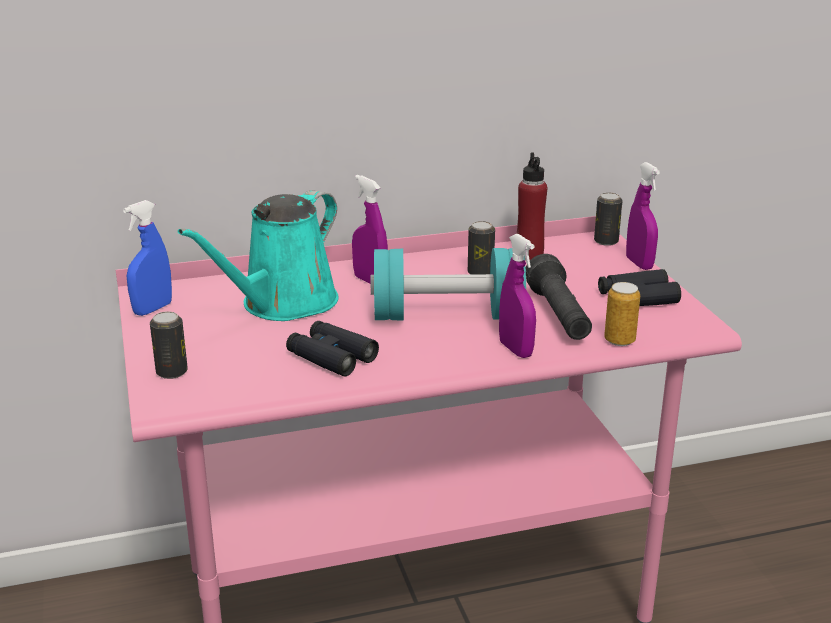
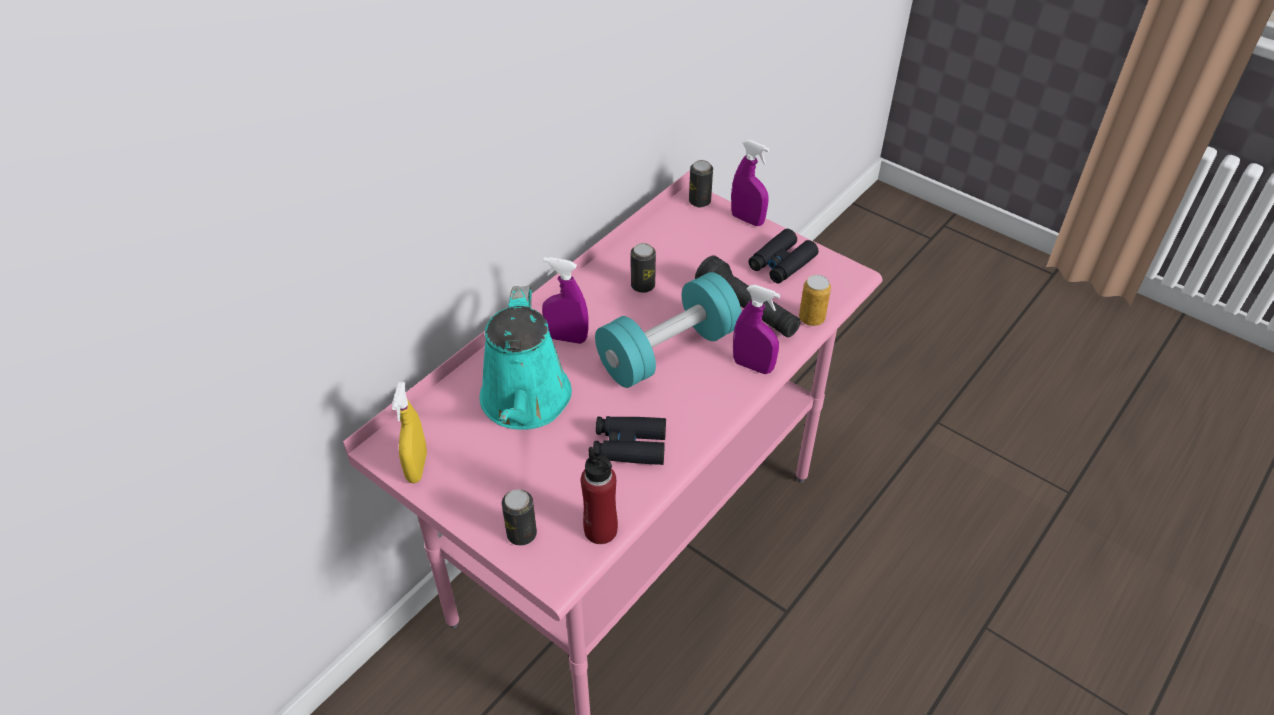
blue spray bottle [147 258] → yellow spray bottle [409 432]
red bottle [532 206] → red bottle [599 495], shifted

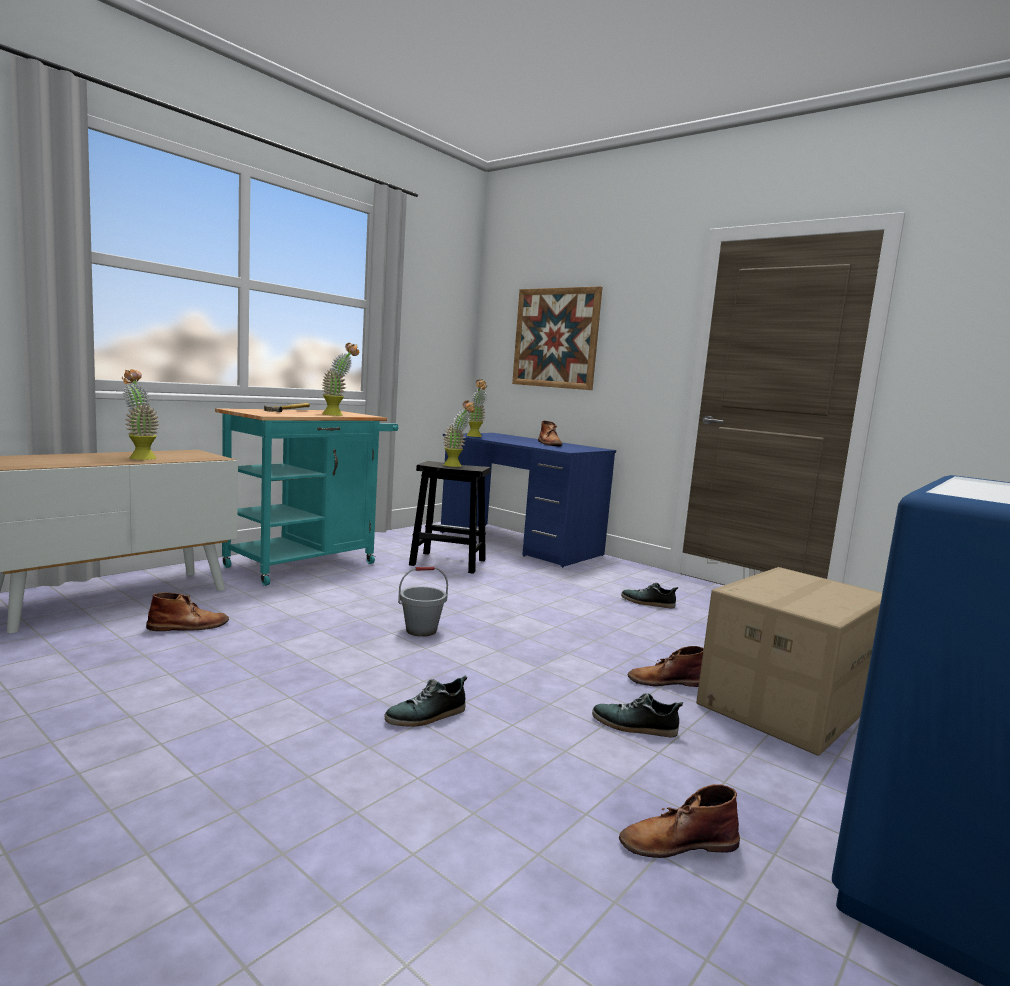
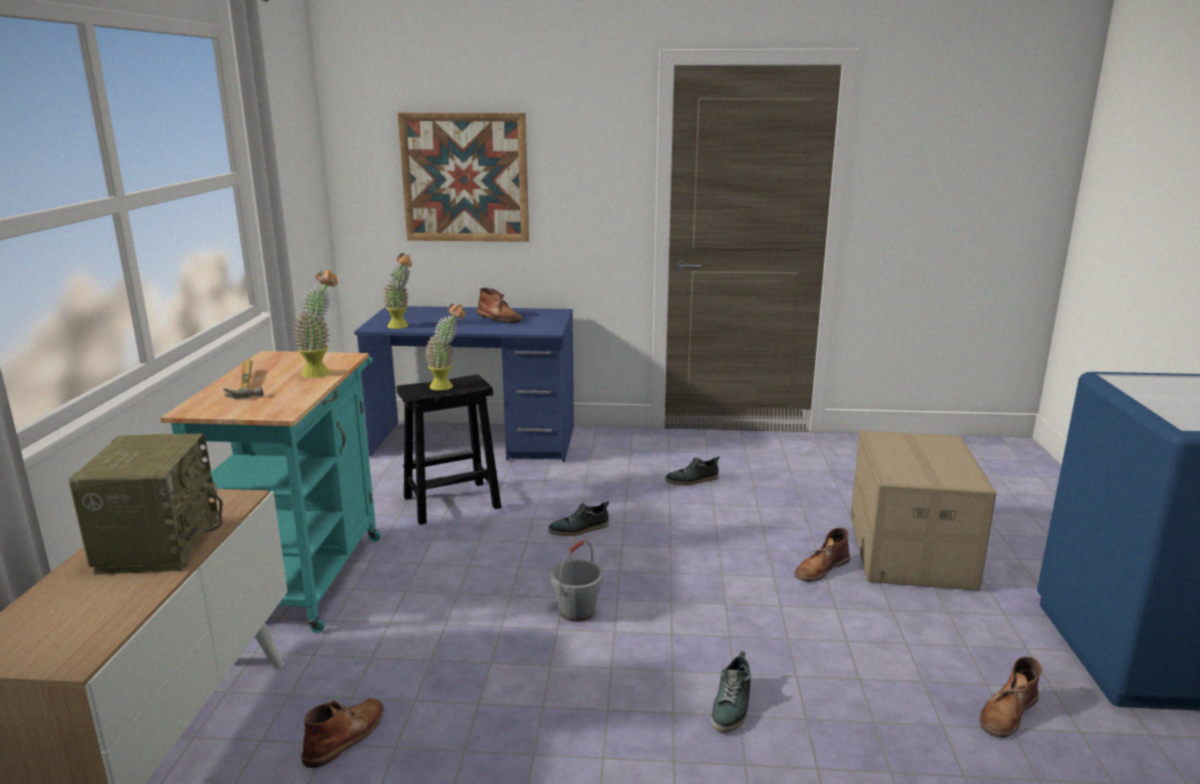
potted plant [140 414] → radio [145 504]
shoe [637 715] → shoe [578 518], shifted

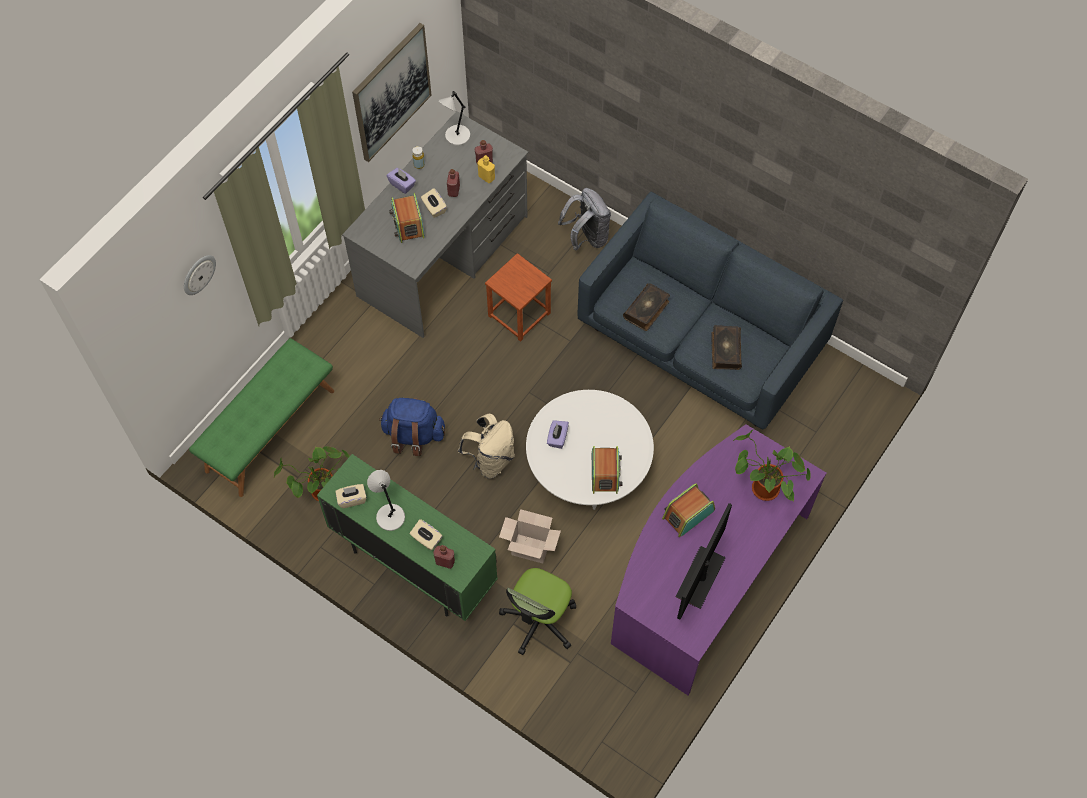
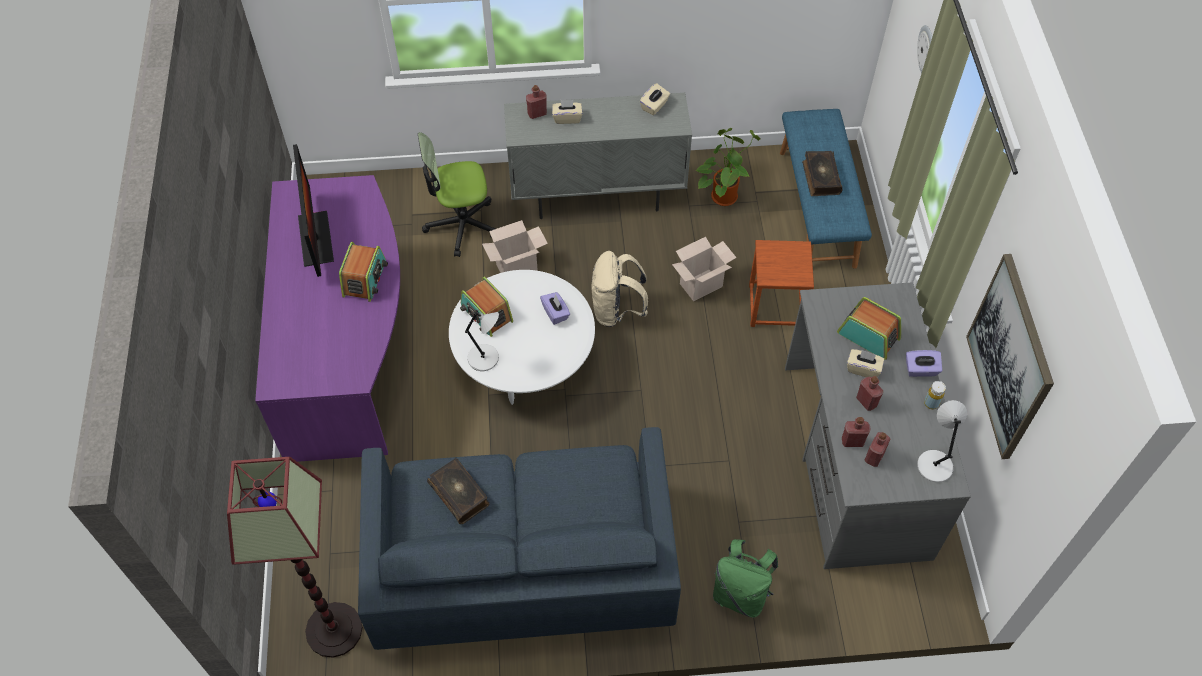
- → floor lamp [295 557]
office chair [537 611] → office chair [456 194], 90 degrees counterclockwise
grey table lamp [386 500] → grey table lamp [482 340], shifted
green cabinet [407 537] → grey cabinet [598 156]
blue backpack [412 426] → cardboard box [704 269]
grey backpack [584 219] → green backpack [745 578]
brown stool [518 297] → brown stool [781 283], shifted
green bench [261 417] → blue bench [826 189]
book [646 307] → book [822 173], shifted
yellow bottle [486 169] → red bottle [856 432]
potted plant [772 465] → -

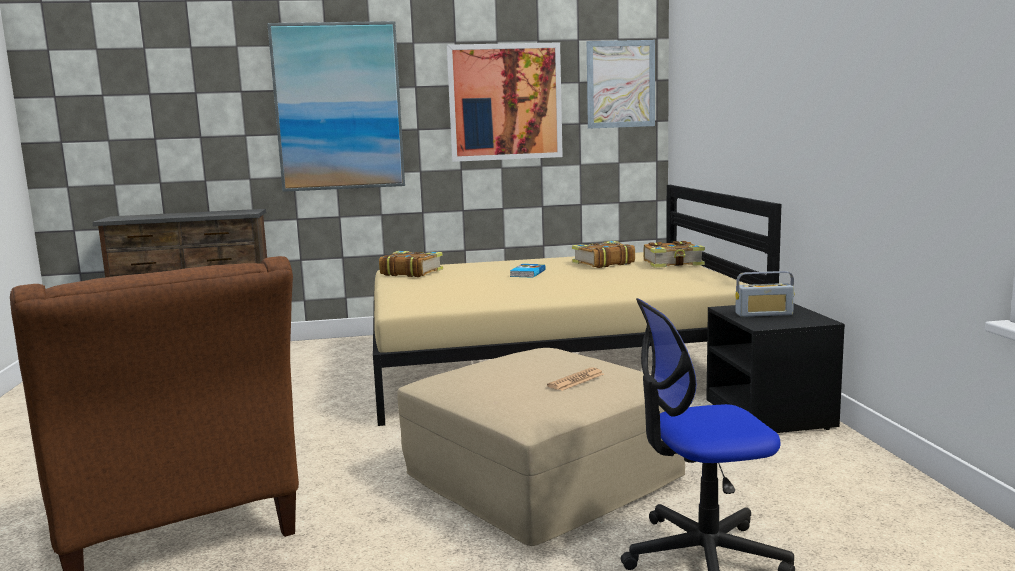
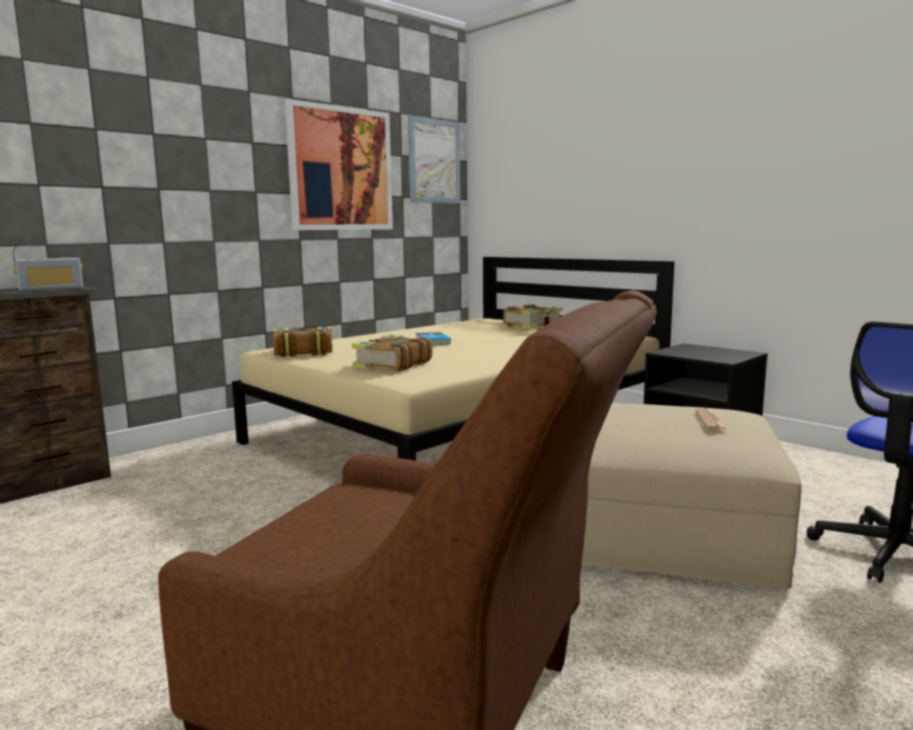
radio [764 294] → radio [48 267], shifted
book [603 254] → book [392 353], shifted
picture [336 106] → -

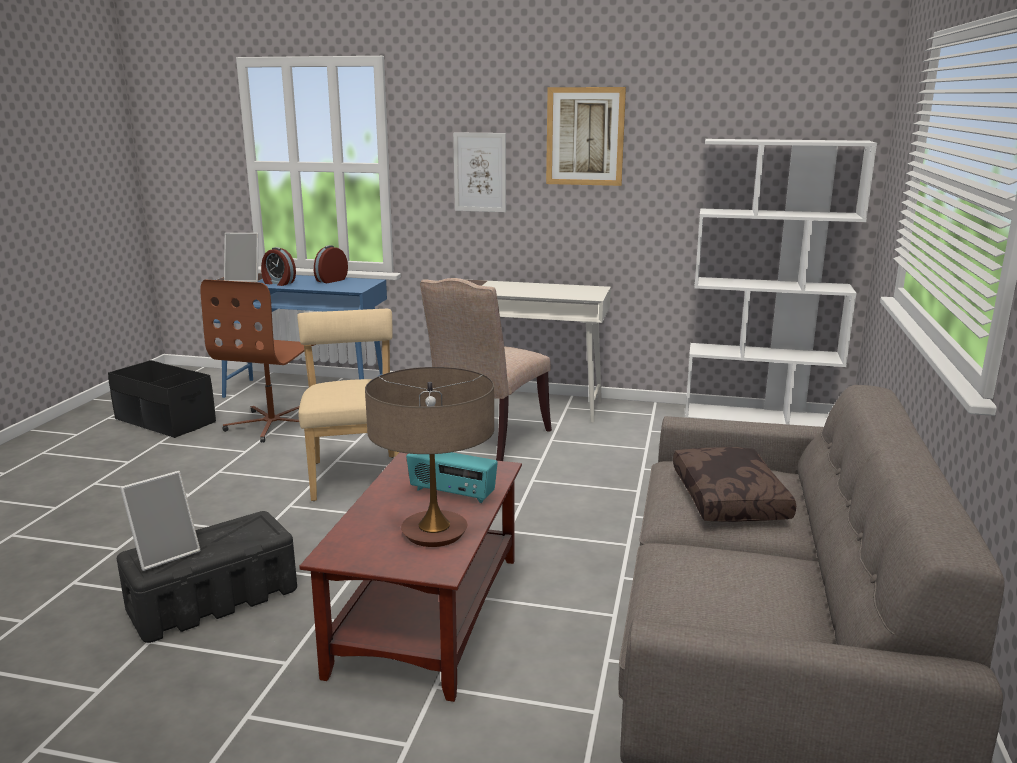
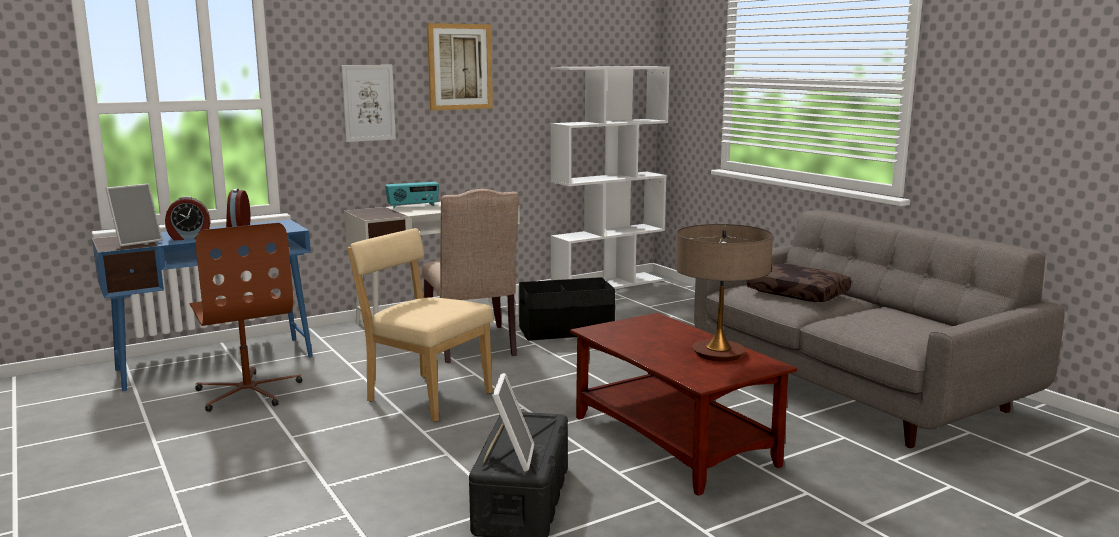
radio [452 477] → radio [412 195], shifted
black storage box [162 399] → black storage box [567 309], shifted

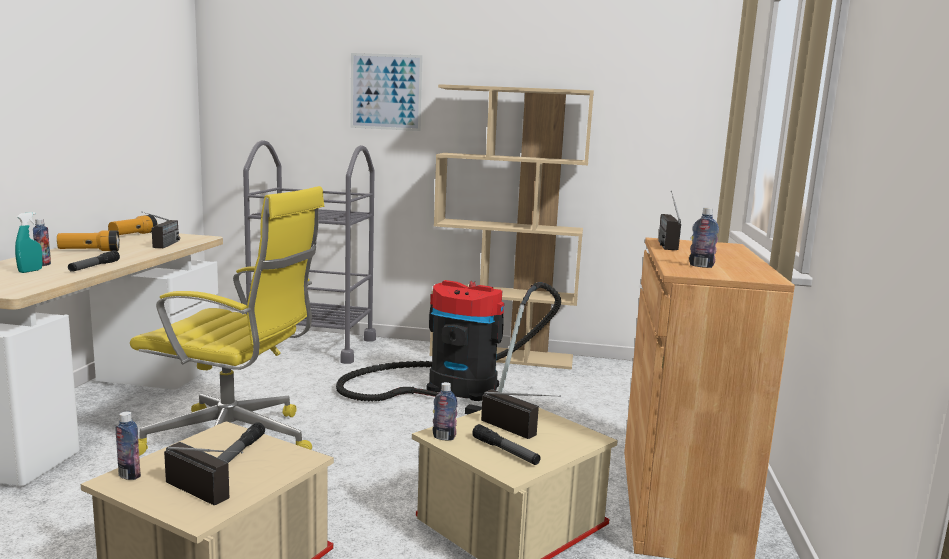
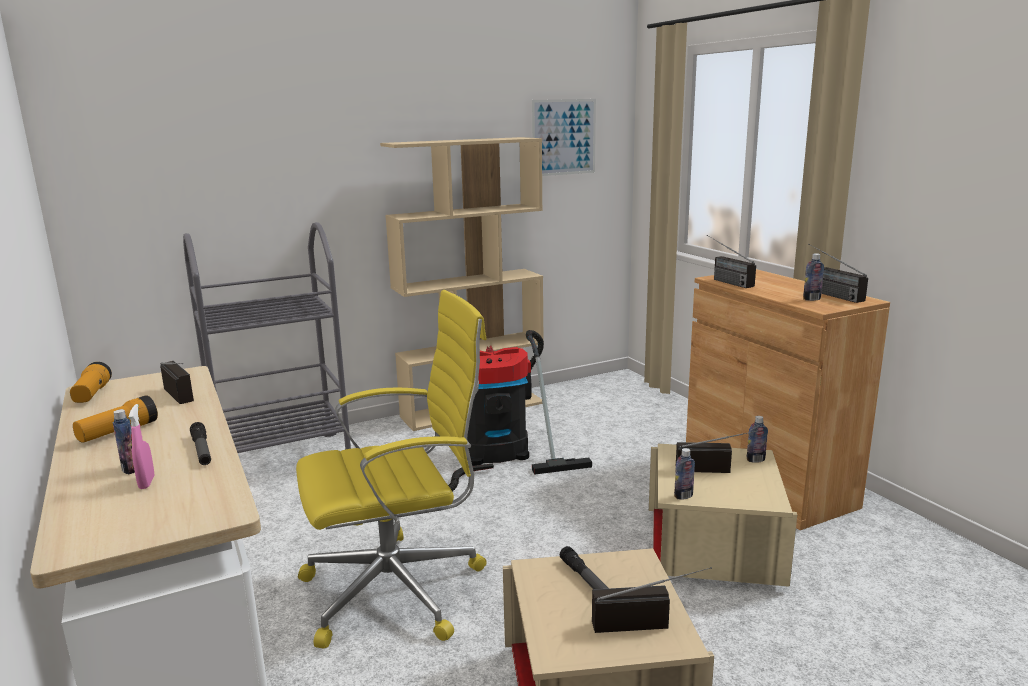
turquoise spray bottle [28 242] → pink spray bottle [141 446]
picture [387 92] → picture [564 137], shifted
bottle [128 445] → bottle [757 439], shifted
- → radio [838 273]
flashlight [506 444] → -

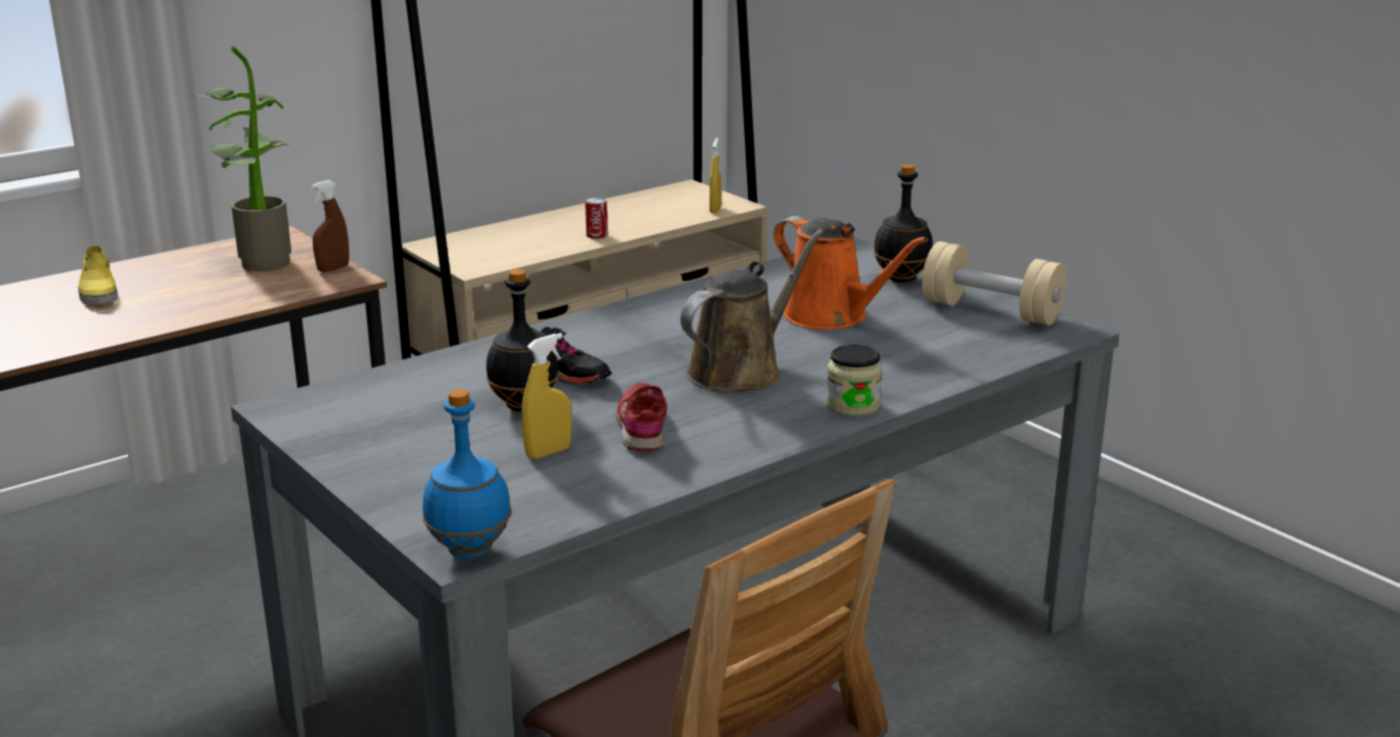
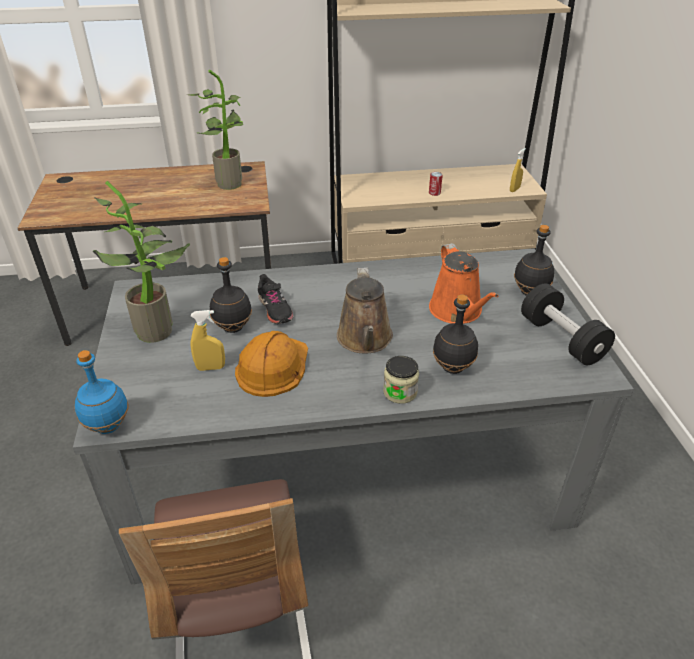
- → potted plant [141 262]
red shoe [641 417] → orange hard hat [271 364]
brown watering can [752 311] → brown watering can [365 310], 105 degrees clockwise
- → black bottle [455 334]
beige dumbbell [994 283] → black dumbbell [568 324]
yellow shoe [98 275] → -
brown spray bottle [330 226] → -

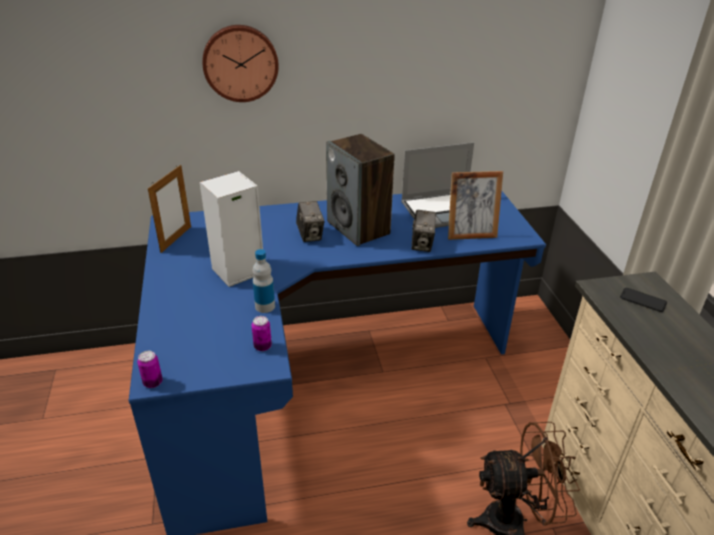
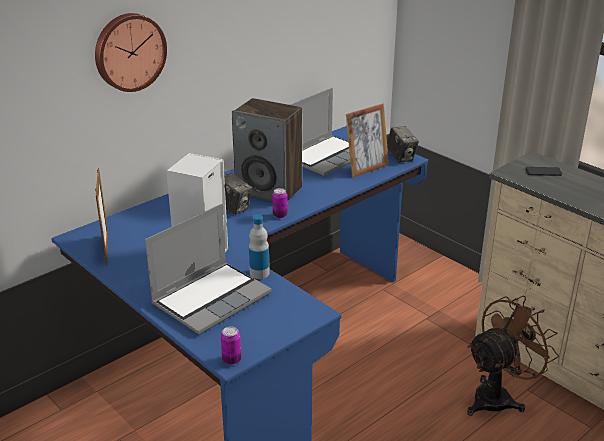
- → laptop [208 269]
can [261 333] → can [279 203], shifted
photo camera [423 231] → photo camera [403 144], shifted

